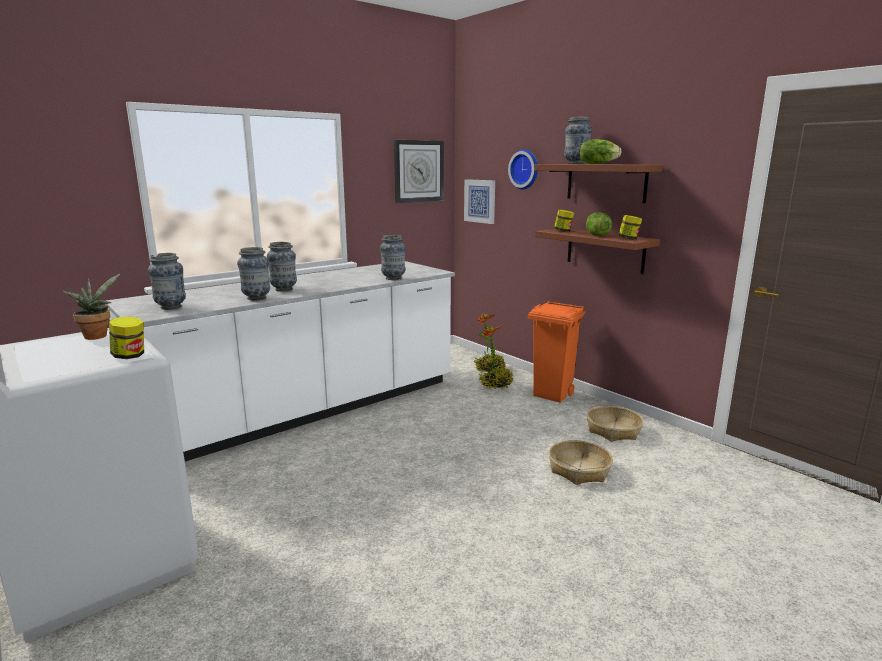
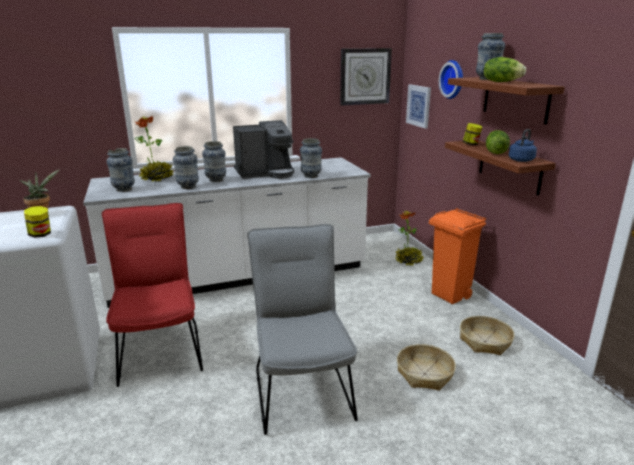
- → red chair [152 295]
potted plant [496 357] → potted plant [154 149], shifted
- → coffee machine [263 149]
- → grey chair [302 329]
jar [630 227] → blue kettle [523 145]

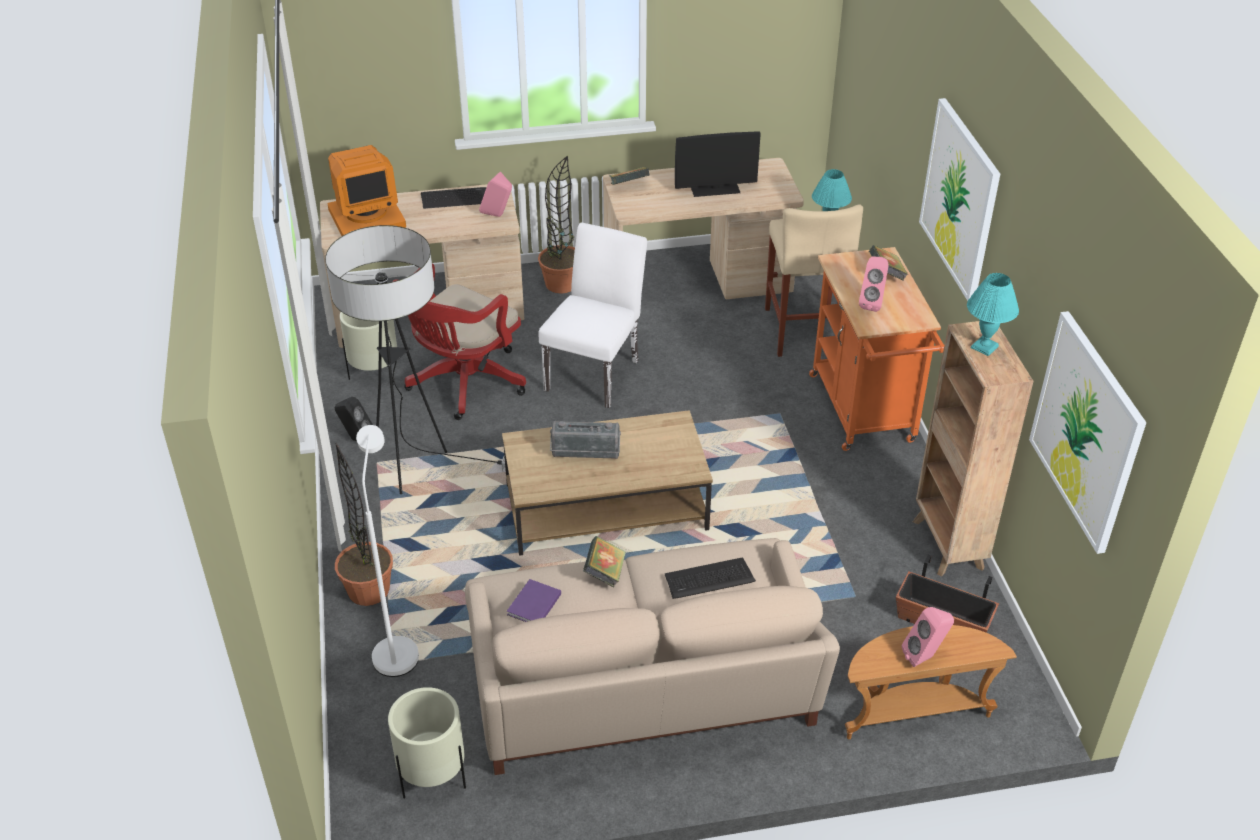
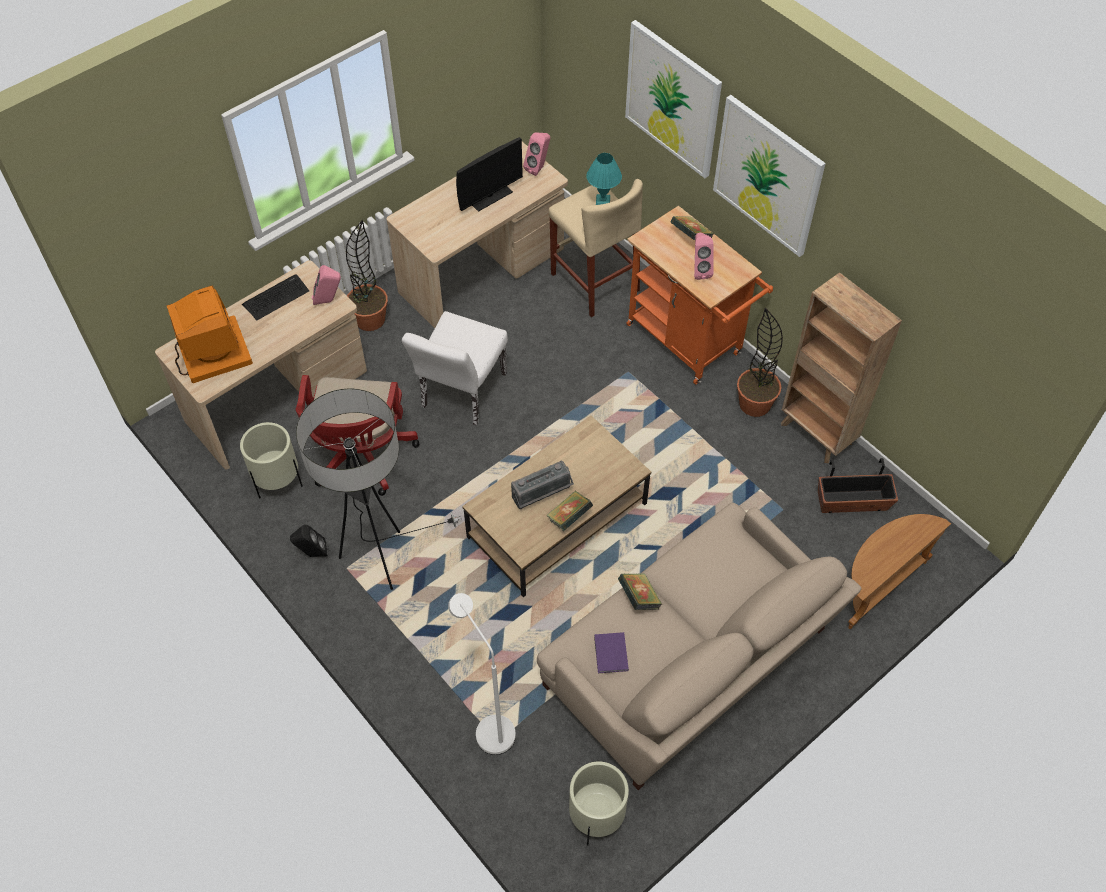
monitor [367 190] → monitor [209 334], 60 degrees counterclockwise
white chair [593 315] → white chair [455 368], 150 degrees counterclockwise
pink speaker [928 637] → pink speaker [536 154], shifted
book [629 176] → book [569 511], shifted
picture [1087 432] → picture [673 99], shifted
potted plant [364 524] → potted plant [760 362], shifted
keyboard [710 578] → -
turquoise table lamp [993 314] → -

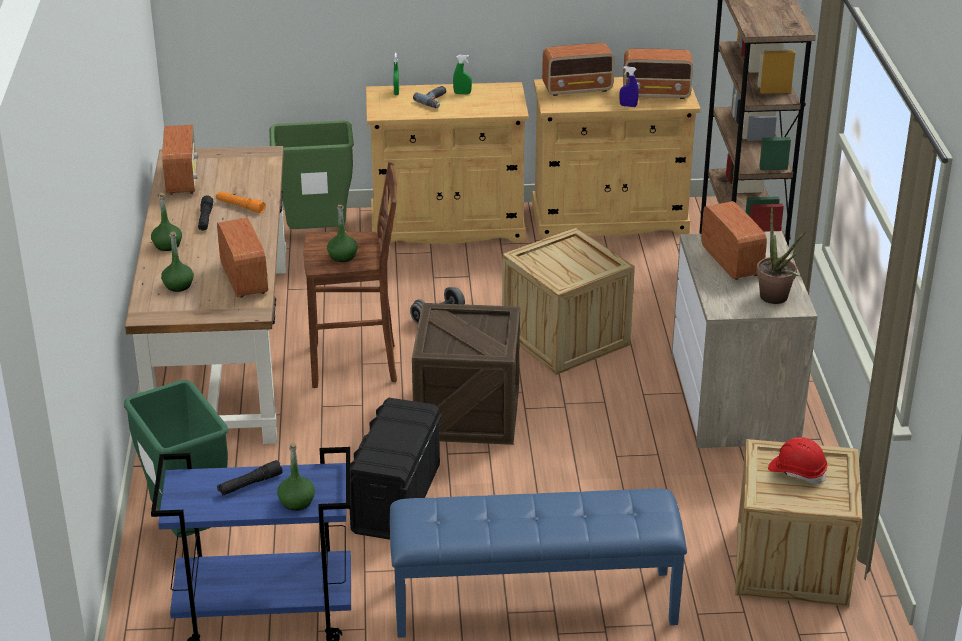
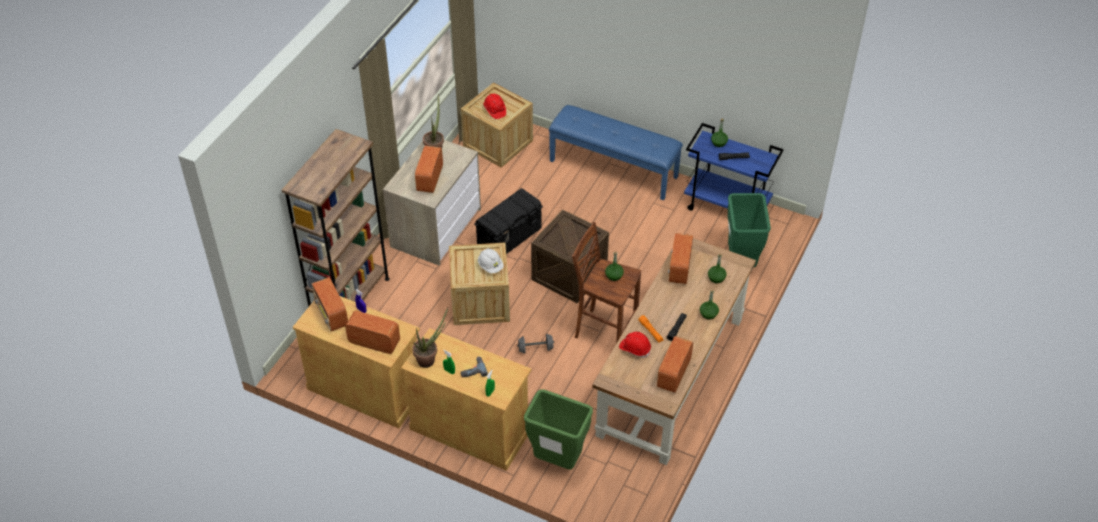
radio [658 74] → radio [329 304], 150 degrees counterclockwise
- → potted plant [430 338]
black storage box [396 469] → black storage box [508 221], shifted
- → white hard hat [491 260]
- → red hard hat [635 345]

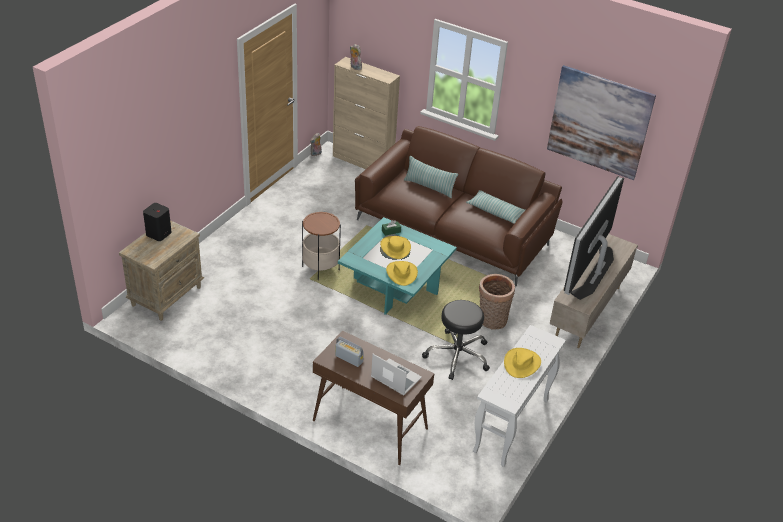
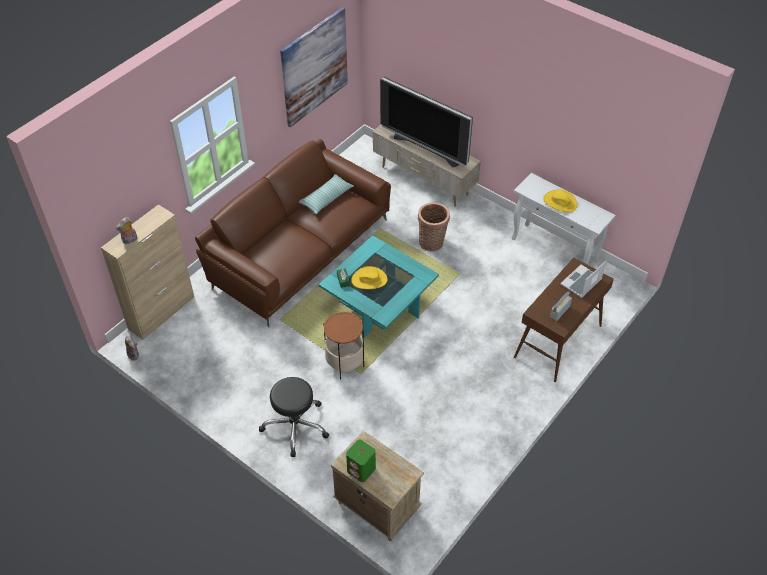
black stool [456 340] → black stool [294 417], shifted
black speaker [157 222] → green speaker [361 460]
yellow hat [402 273] → -
pillow [431 177] → -

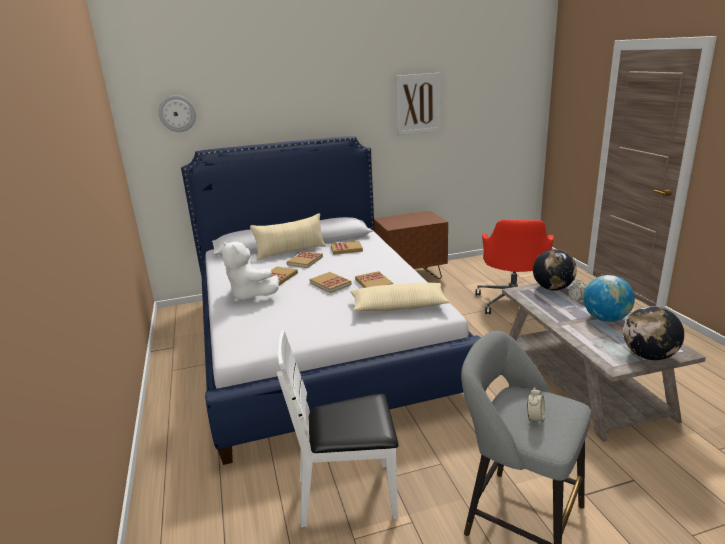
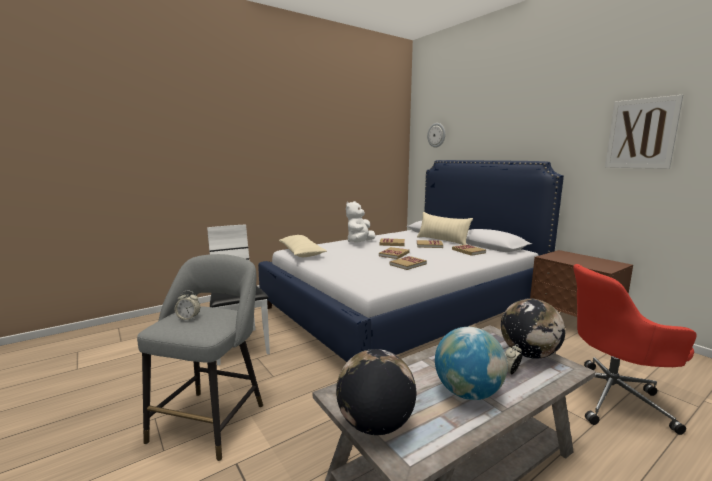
beige pillow [400 297] → beige pillow [303 246], shifted

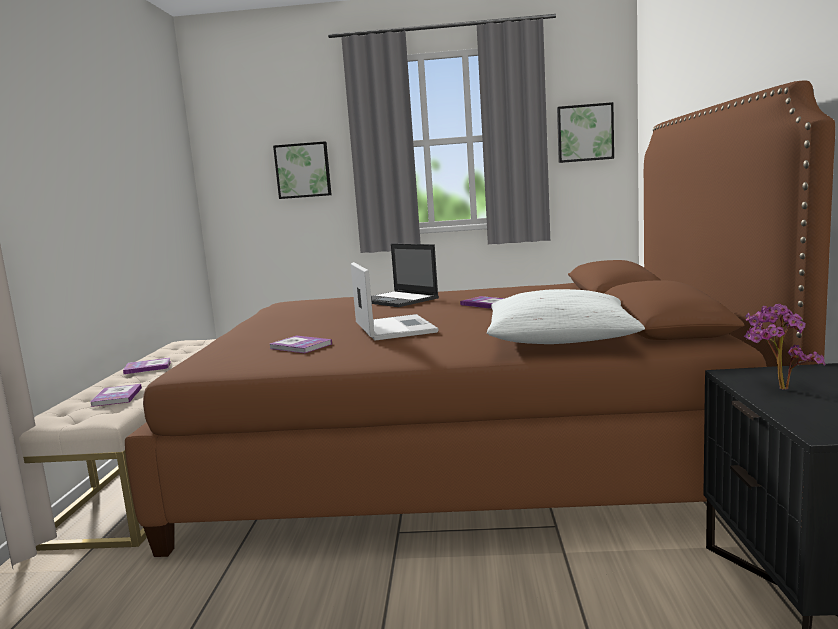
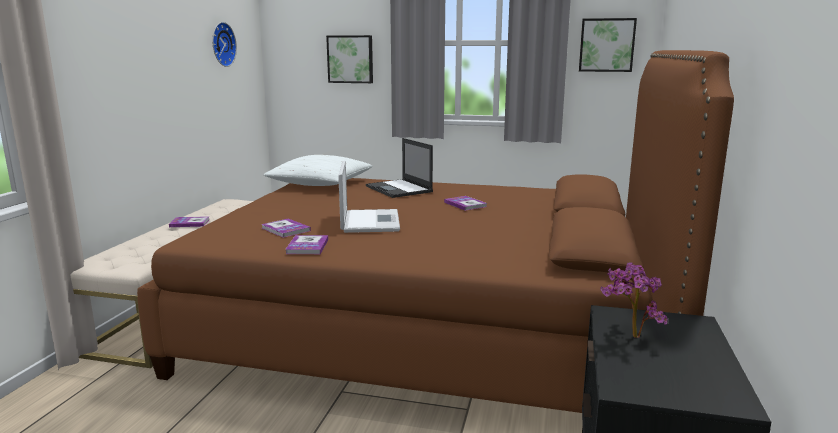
- → wall clock [224 44]
white pillow [566 316] → white pillow [318 170], shifted
book [116 395] → book [306 244], shifted

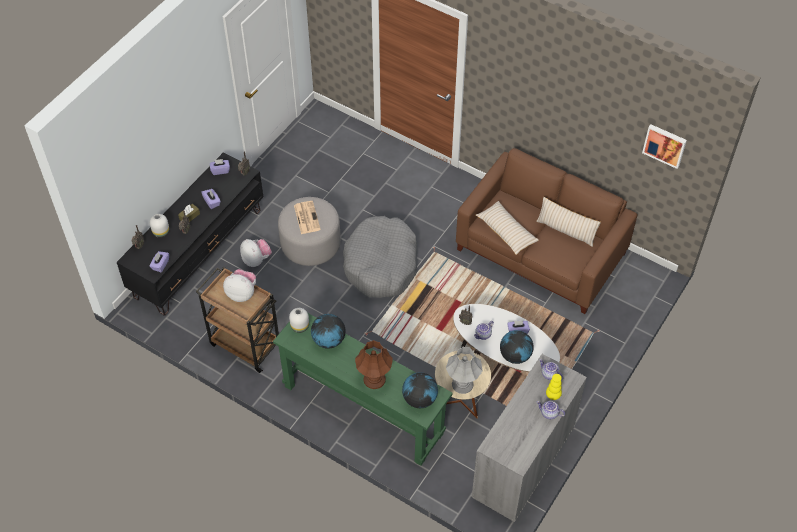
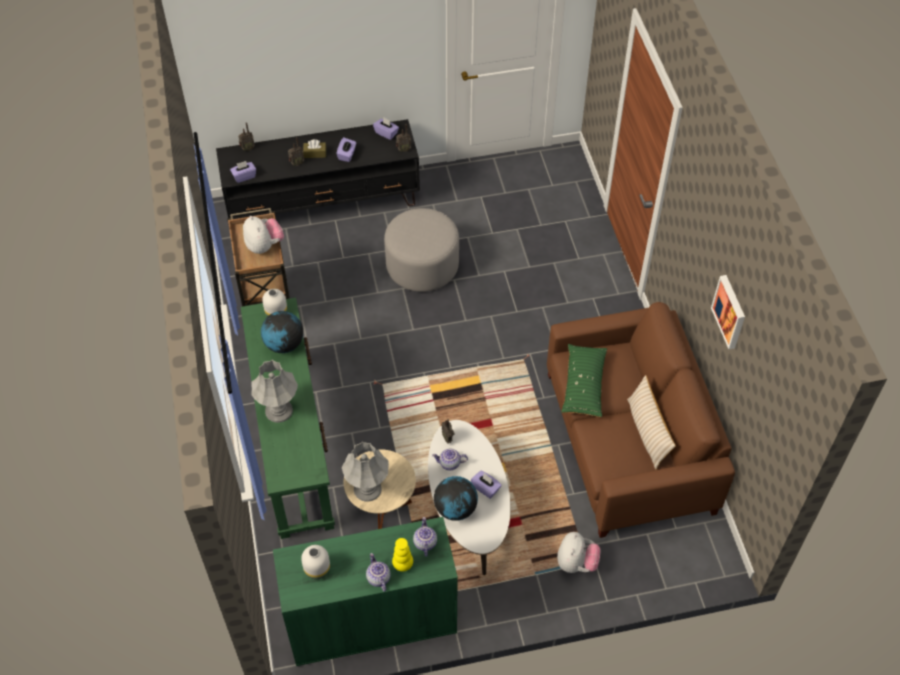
brown table lamp [374 364] → grey table lamp [275 391]
grey cabinet [529 438] → green cabinet [365 591]
white vase [159 226] → white vase [315 562], shifted
plush toy [256 253] → plush toy [578 552], shifted
beige pillow [507 228] → green pillow [584 380]
picture [664 146] → picture [728 312], shifted
newspaper [307 217] → -
grey dog bed [380 257] → -
globe [420 390] → -

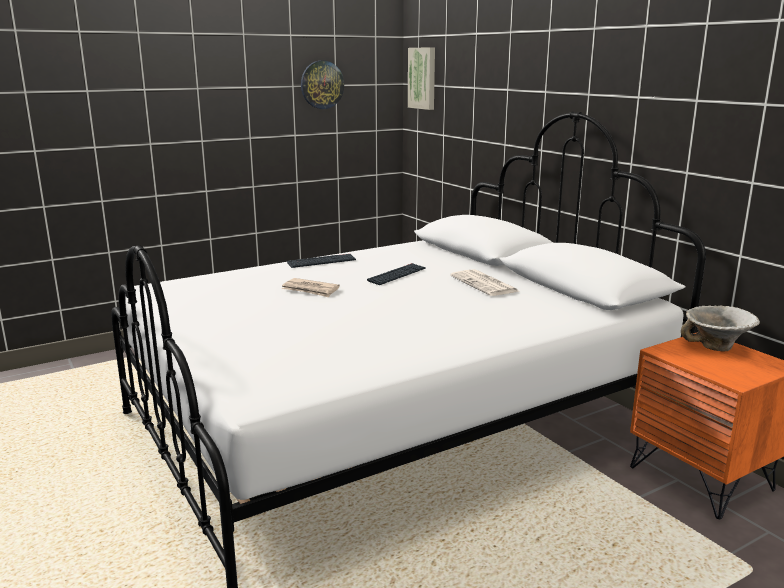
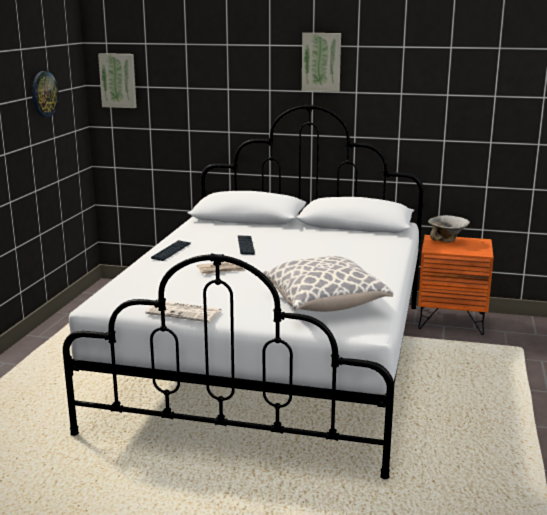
newspaper [484 282] → newspaper [183 311], shifted
- → pillow [328 284]
- → picture [321 62]

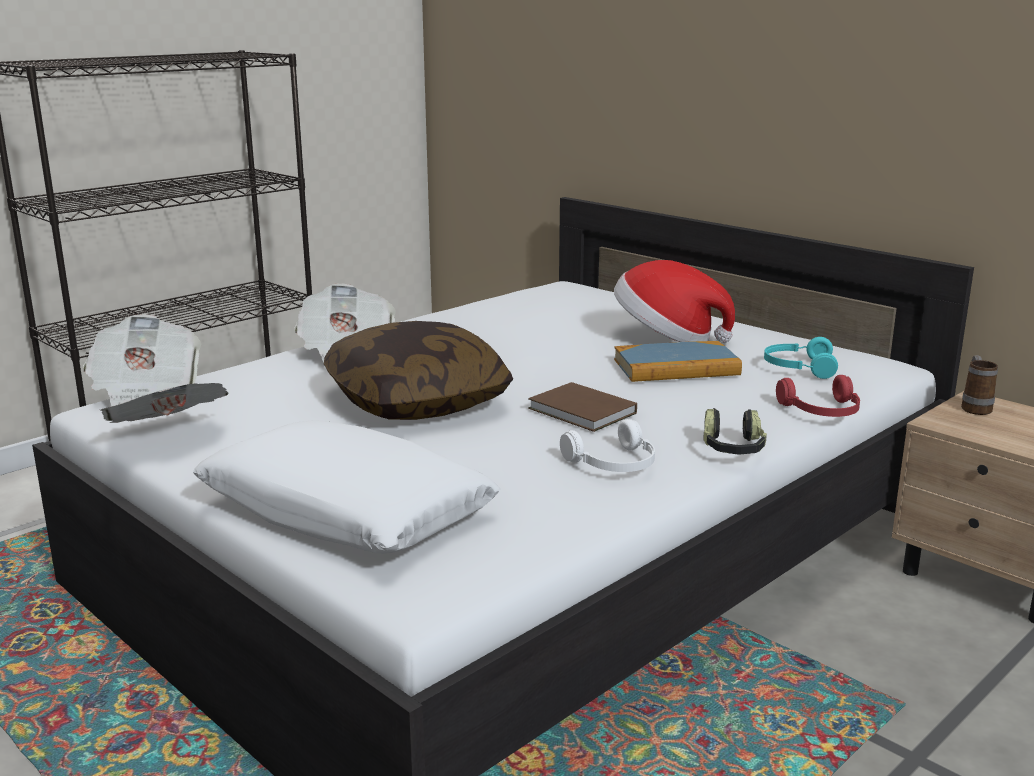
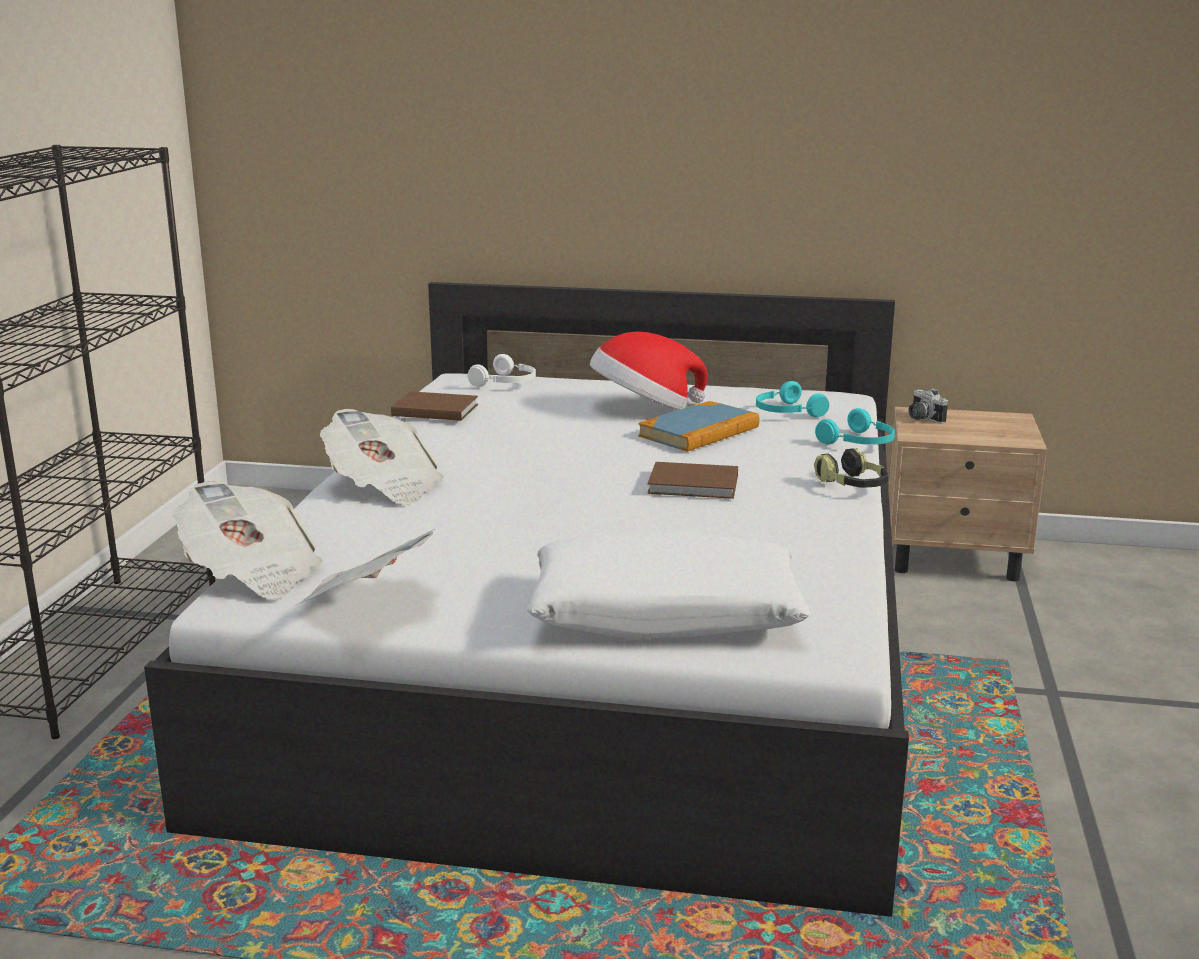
- → brown book [434 406]
white headphones [607 445] → white headphones [502 370], shifted
red headphones [818 396] → turquoise headphones [855 426]
mug [979 385] → photo camera [928 406]
pillow [418 370] → -

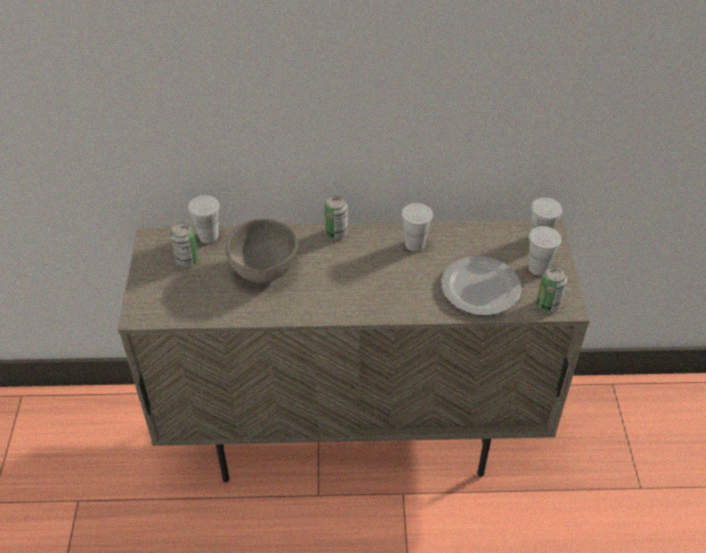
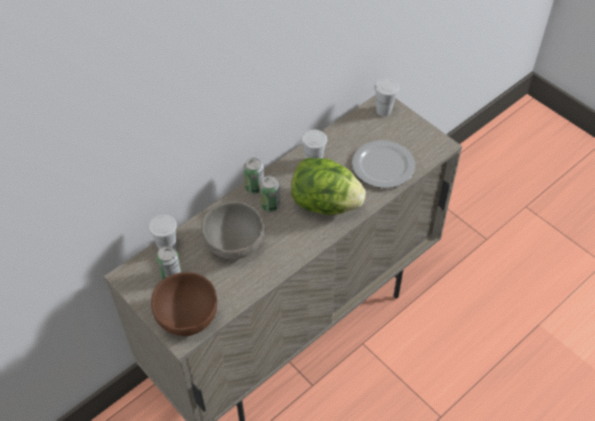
- → brown bowl [184 304]
can [552 289] → can [270 194], shifted
- → lettuce [328 186]
white cup [544 251] → -

